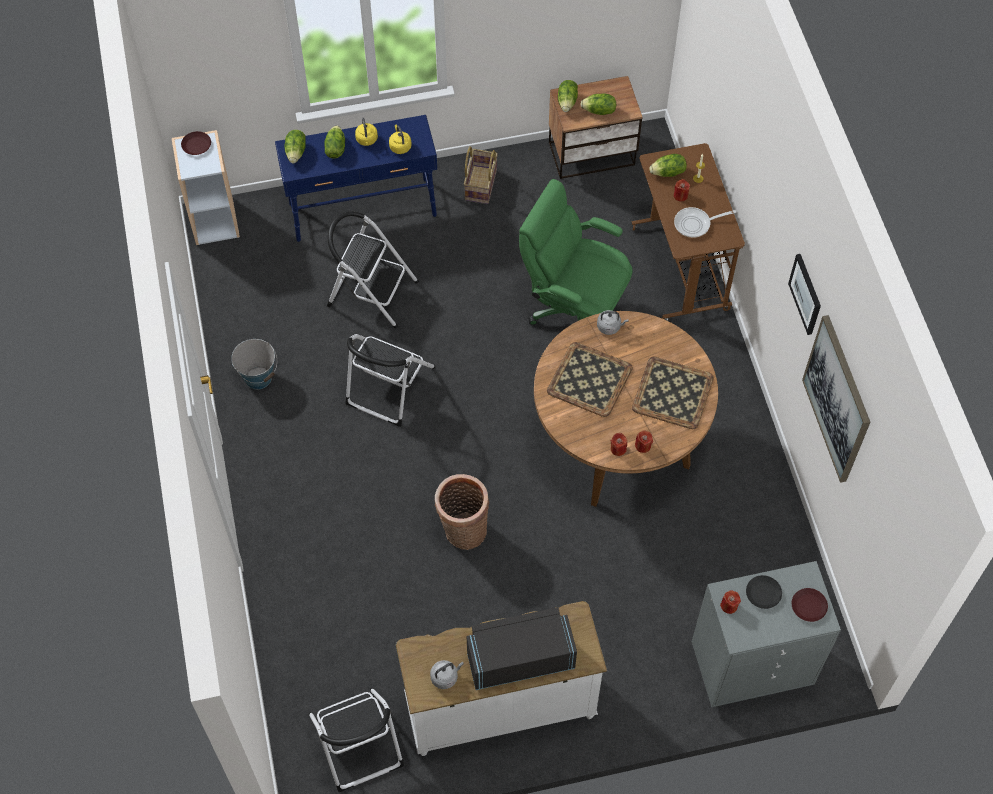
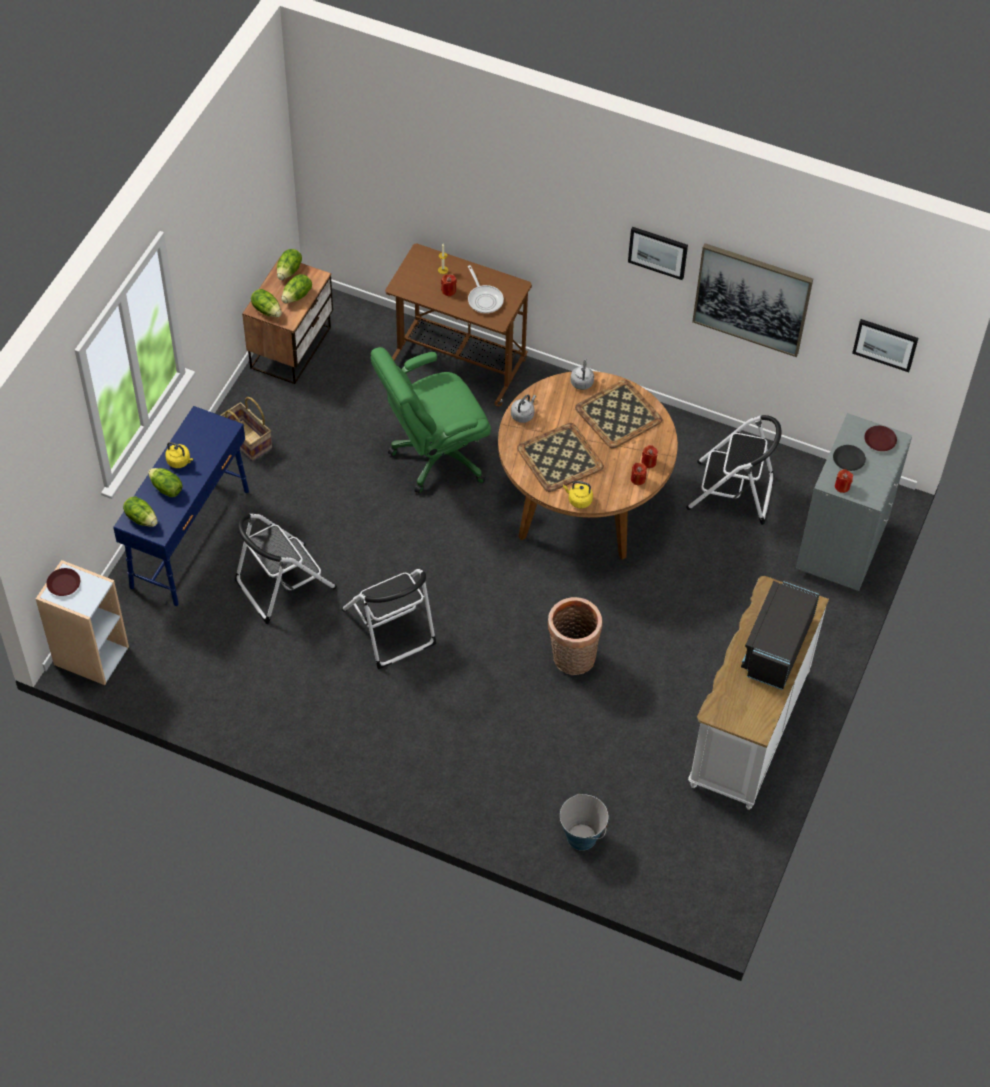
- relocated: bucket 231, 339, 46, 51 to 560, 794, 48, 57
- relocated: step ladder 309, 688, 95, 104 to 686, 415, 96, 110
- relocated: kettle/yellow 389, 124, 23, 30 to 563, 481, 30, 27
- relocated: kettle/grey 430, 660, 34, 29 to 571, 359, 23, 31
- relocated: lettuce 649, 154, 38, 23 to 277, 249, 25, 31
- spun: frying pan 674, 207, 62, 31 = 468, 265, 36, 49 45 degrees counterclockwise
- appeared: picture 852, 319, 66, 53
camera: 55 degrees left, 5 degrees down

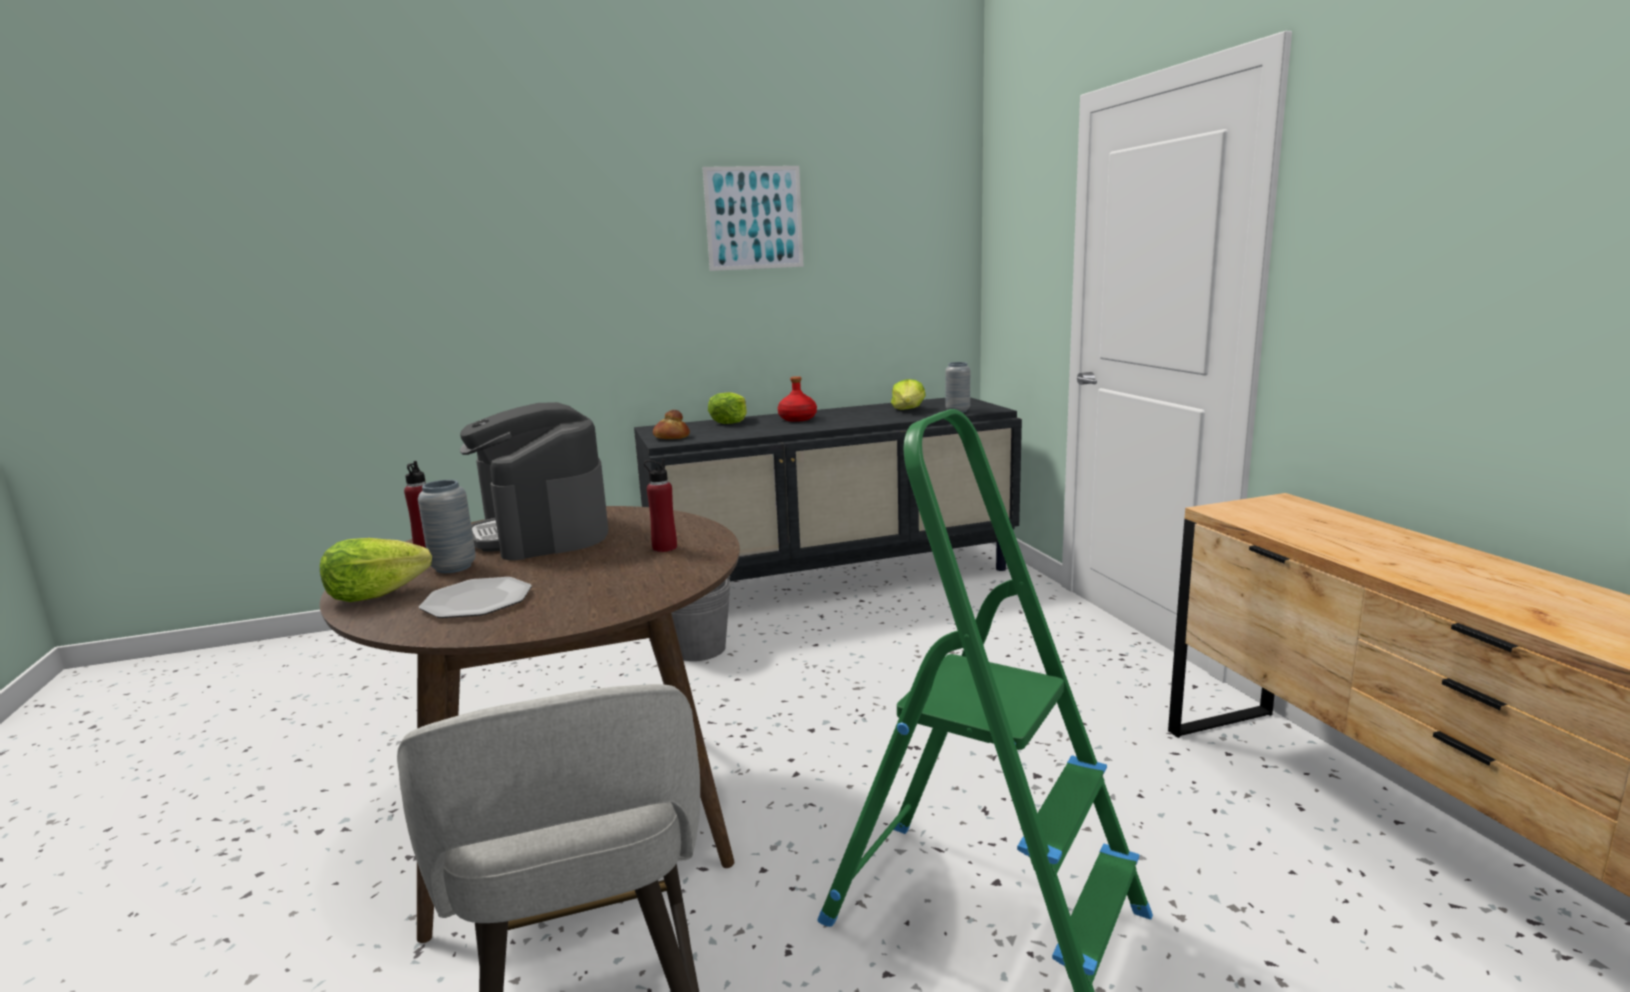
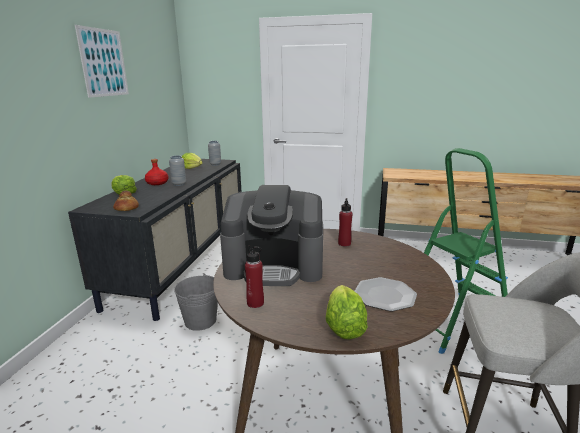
- relocated: vase/grey 418, 480, 58, 93 to 169, 155, 17, 31
camera: 60 degrees left, 5 degrees up

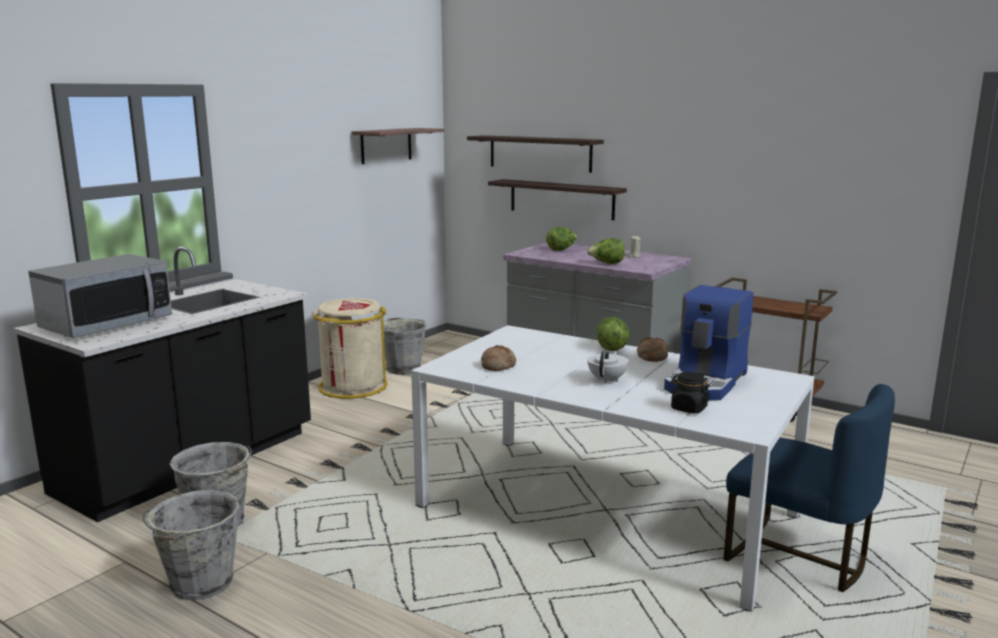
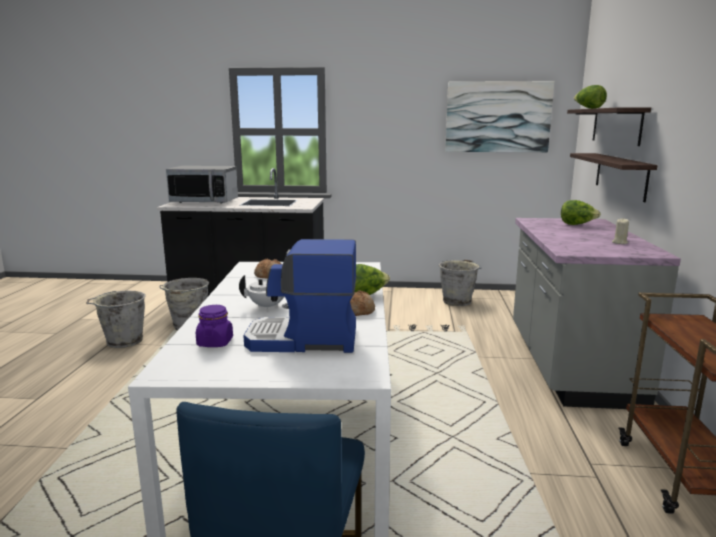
- missing: trash can/beige 312, 298, 76, 101
- exchanged: shelf 352, 128, 93, 36 to picture 445, 81, 110, 71
- relocated: lettuce 586, 238, 39, 26 to 574, 85, 33, 24
- colour: jar/black 670, 371, 40, 43 to jar/purple 196, 305, 37, 42
camera: 60 degrees right, 0 degrees up

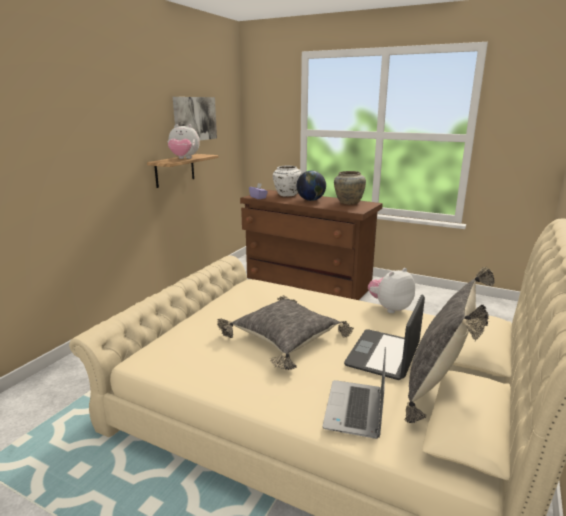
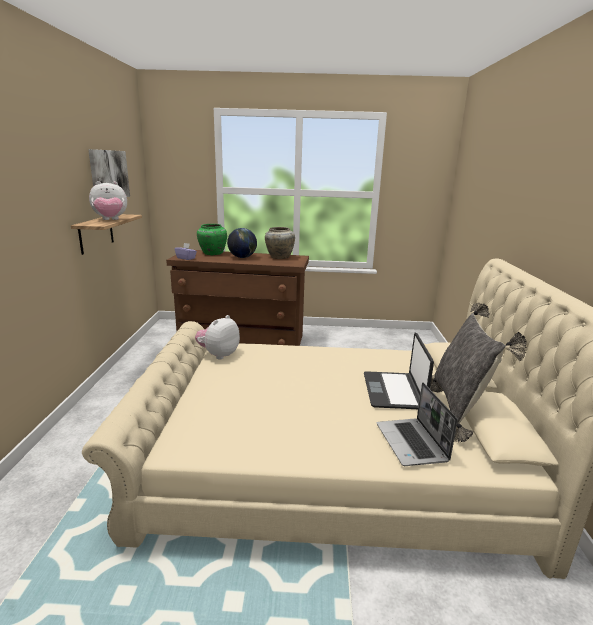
- missing: pillow 217, 296, 137, 74
- colour: vase/white 273, 166, 29, 31 to vase/green 197, 224, 30, 31
- relocated: plush toy 368, 268, 47, 45 to 195, 315, 45, 45
camera: 25 degrees left, 0 degrees up

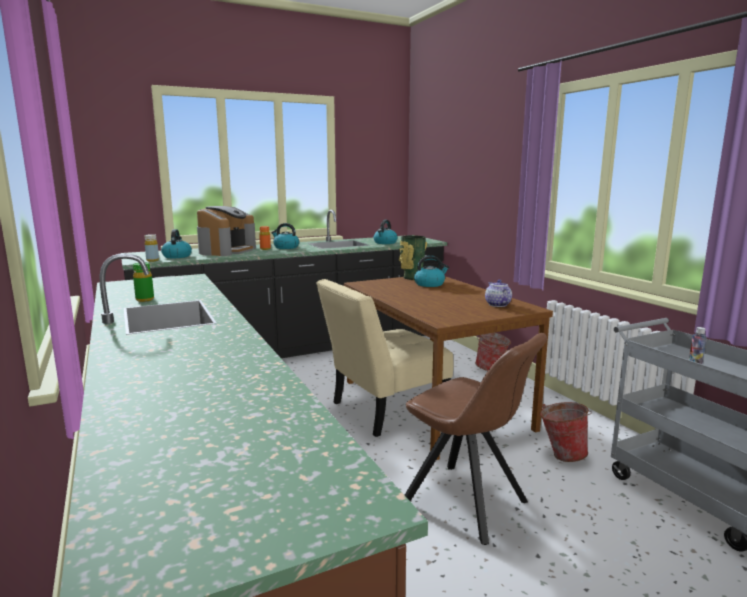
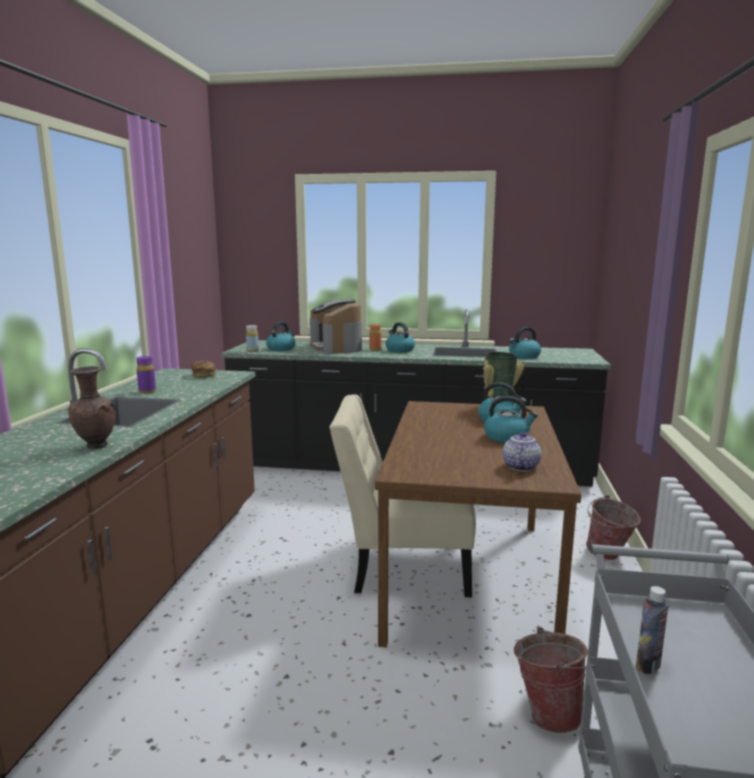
- colour: bottle/green 133, 262, 21, 40 to bottle/purple 136, 356, 20, 37
- spun: coffee machine 197, 206, 59, 50 = 310, 299, 52, 55 105 degrees clockwise
- missing: chair/brown 405, 333, 142, 212
- appeared: vase/brown 68, 366, 47, 83
- appeared: bread 191, 360, 25, 18
- appeared: kettle 484, 396, 54, 47
camera: 35 degrees right, 0 degrees up

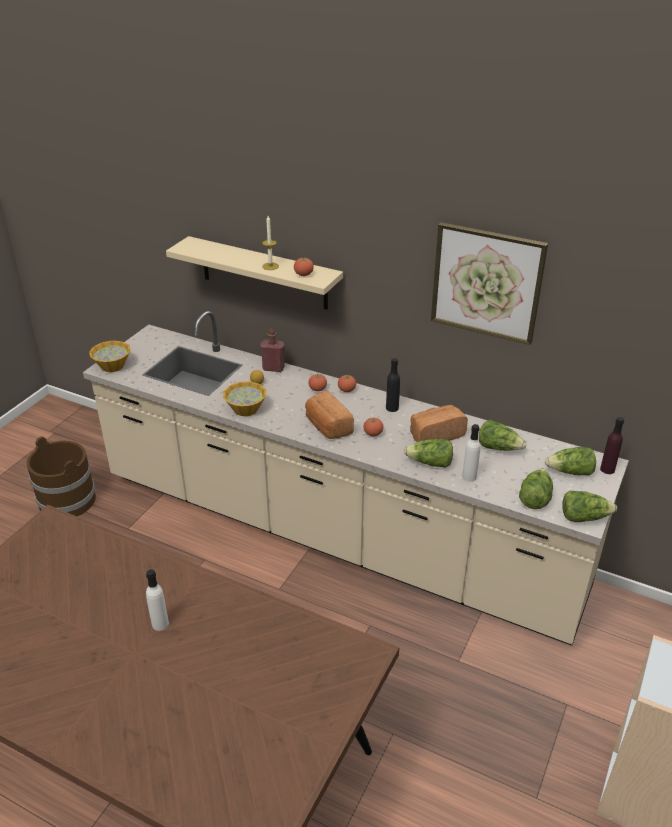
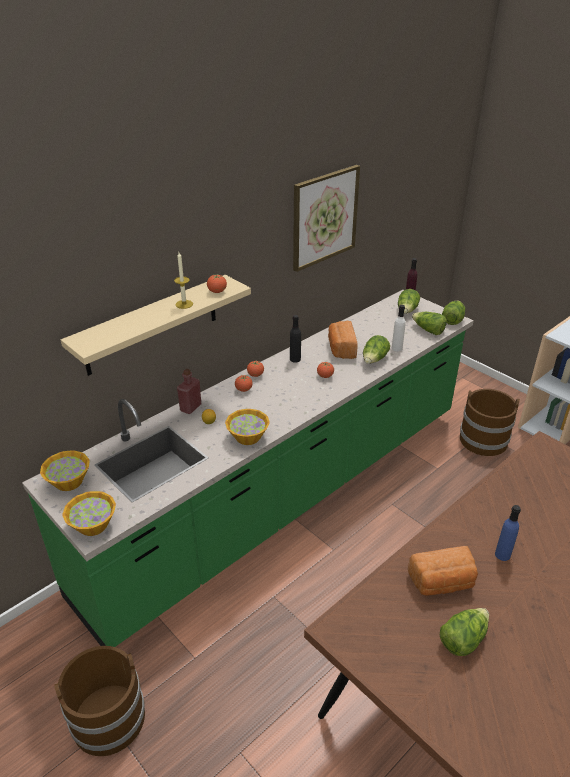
- colour: counter/beige 83, 311, 546, 335 to counter/green 22, 290, 452, 357
- colour: bottle/white 146, 569, 23, 62 to bottle/blue 495, 505, 26, 56
- relocated: bread 305, 391, 49, 48 to 408, 546, 70, 50
- relocated: lettuce 479, 420, 47, 31 to 440, 608, 49, 48
- appeared: bowl 40, 450, 50, 41
- appeared: bucket/brown 460, 389, 60, 67
camera: 70 degrees left, 0 degrees up

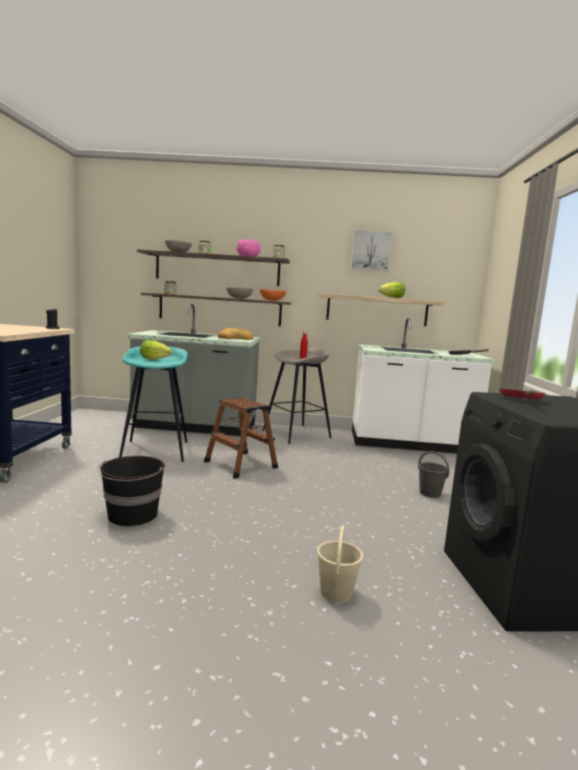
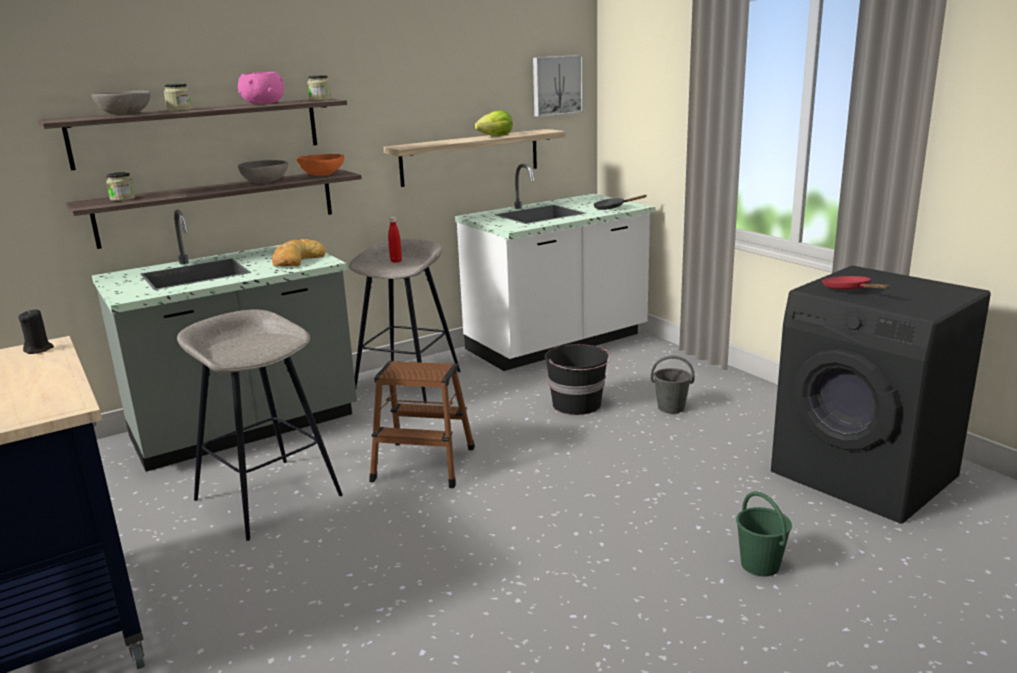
- relocated: bucket/black 97, 456, 68, 70 to 545, 344, 66, 71
- colour: stool/turquoise 119, 346, 69, 116 to stool/grey 177, 310, 166, 231
- missing: lettuce 140, 340, 32, 20
- colour: bucket/beige 317, 525, 46, 78 to bucket/green 736, 491, 56, 85
- relocated: picture 351, 230, 41, 41 to 533, 55, 50, 62
camera: 35 degrees left, 10 degrees up

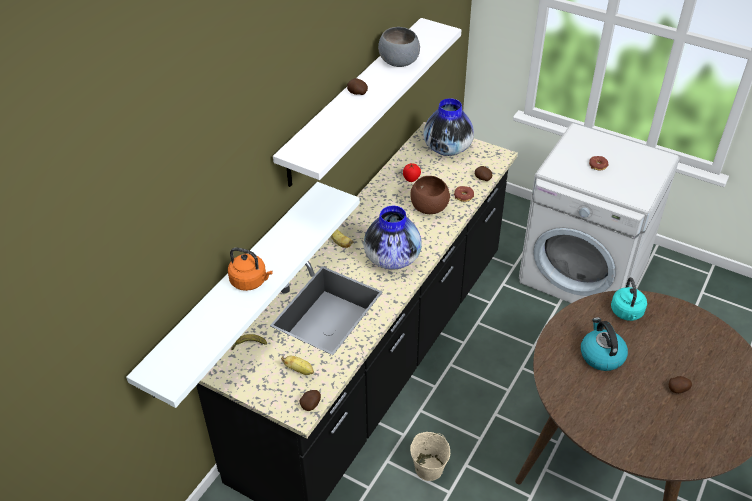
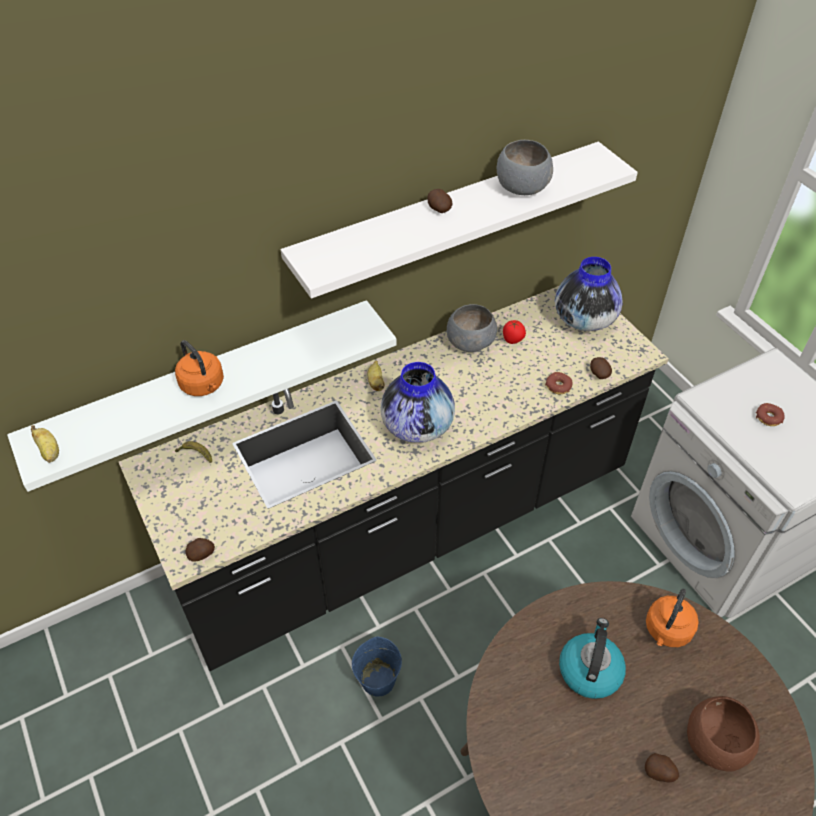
- relocated: banana 281, 356, 33, 19 to 31, 425, 28, 38
- relocated: bowl/brown 410, 176, 40, 38 to 687, 696, 73, 76
- colour: bucket/beige 410, 432, 40, 49 to bucket/blue 352, 636, 50, 60
- colour: kettle/turquoise 611, 277, 36, 44 to kettle/orange 646, 589, 53, 58
- appeared: bowl/grey 447, 304, 50, 48
camera: 30 degrees right, 5 degrees up

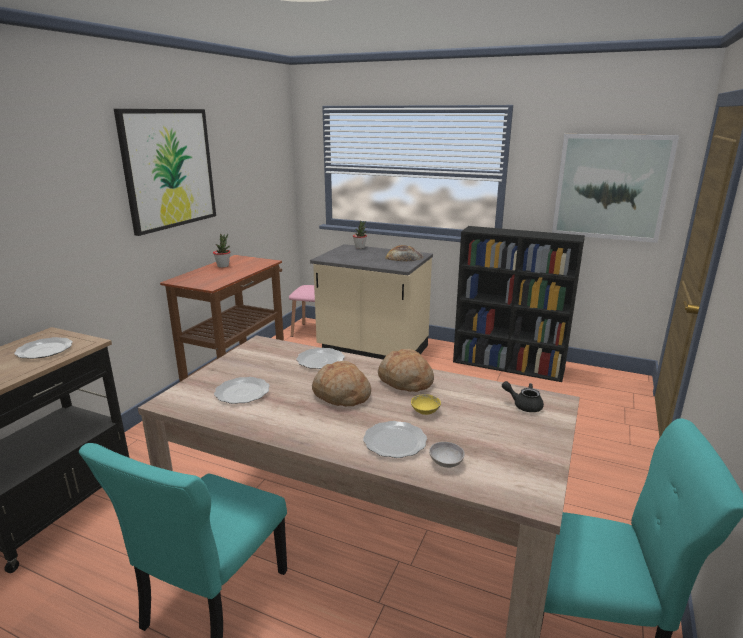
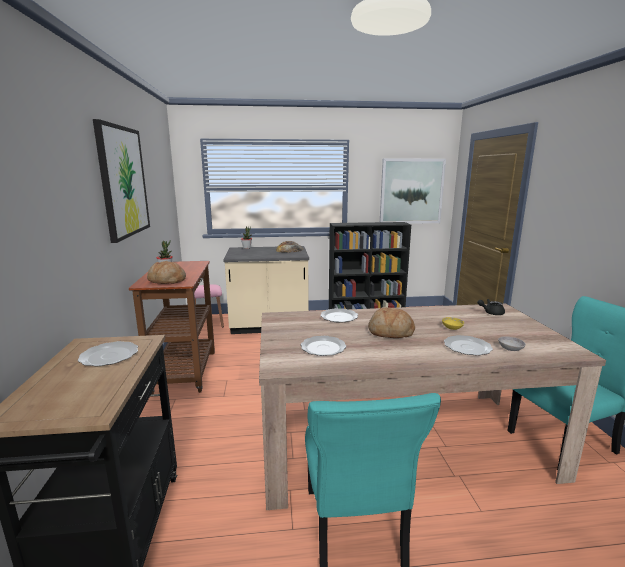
- relocated: bread 378, 349, 56, 43 to 147, 261, 39, 23
camera: 30 degrees left, 5 degrees down

